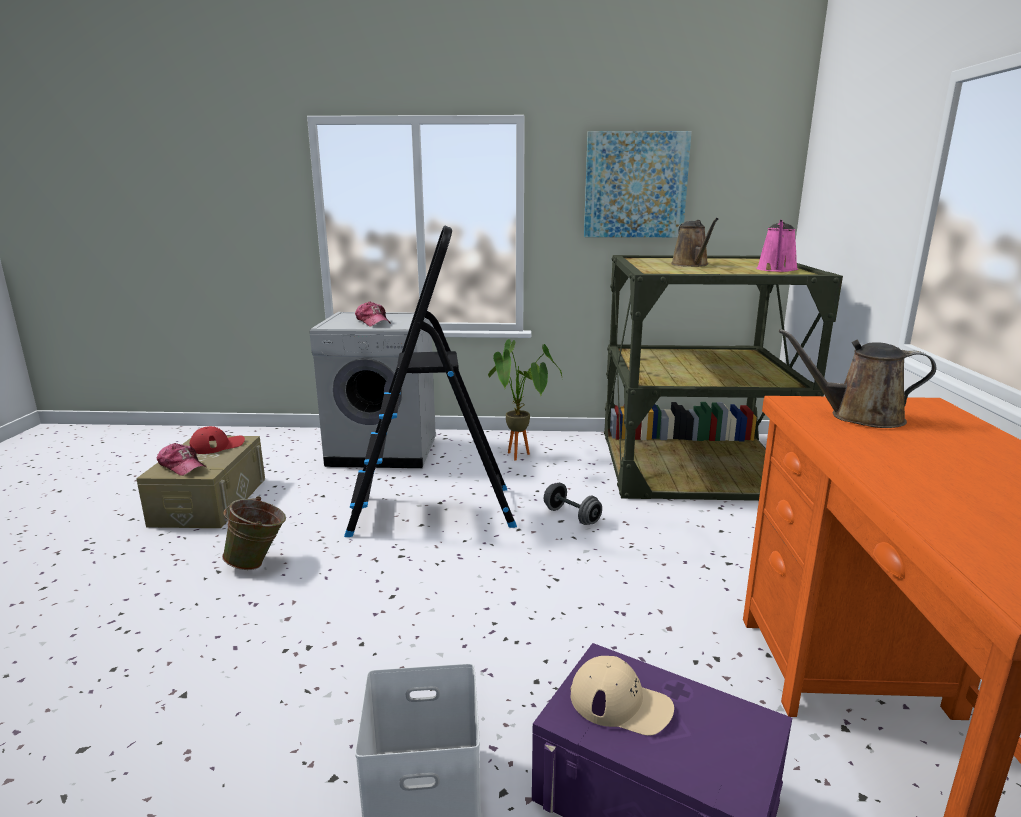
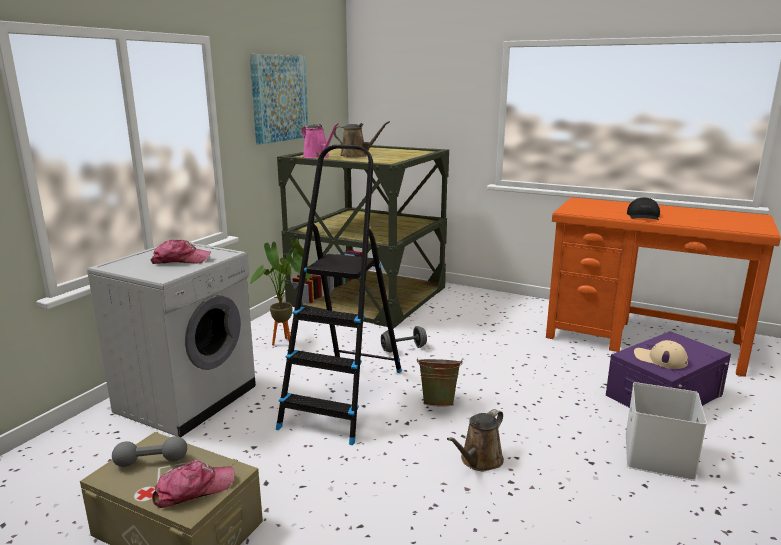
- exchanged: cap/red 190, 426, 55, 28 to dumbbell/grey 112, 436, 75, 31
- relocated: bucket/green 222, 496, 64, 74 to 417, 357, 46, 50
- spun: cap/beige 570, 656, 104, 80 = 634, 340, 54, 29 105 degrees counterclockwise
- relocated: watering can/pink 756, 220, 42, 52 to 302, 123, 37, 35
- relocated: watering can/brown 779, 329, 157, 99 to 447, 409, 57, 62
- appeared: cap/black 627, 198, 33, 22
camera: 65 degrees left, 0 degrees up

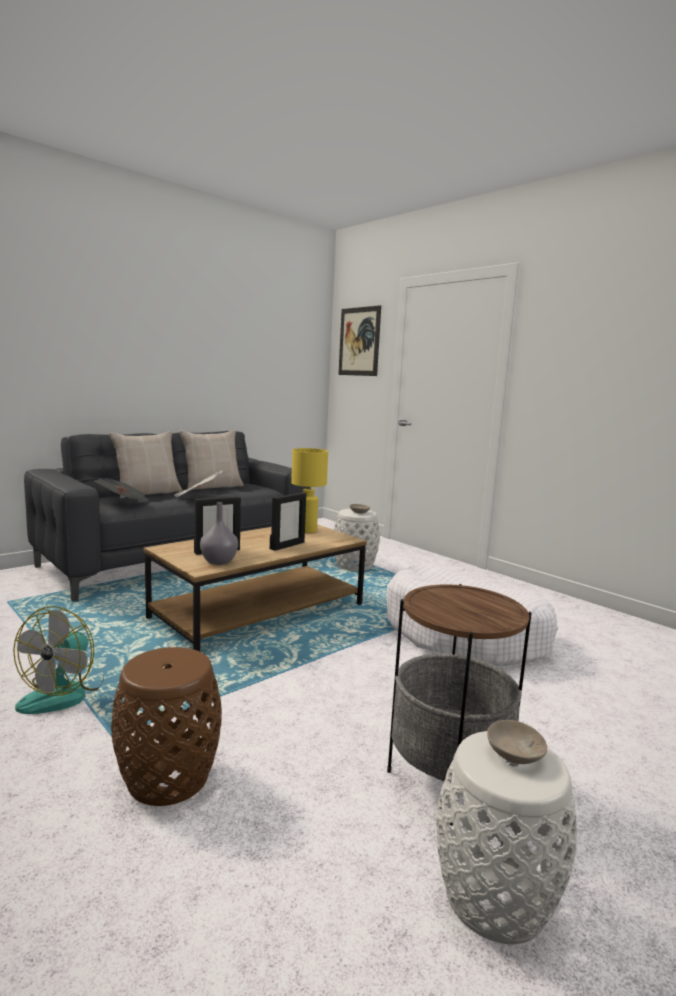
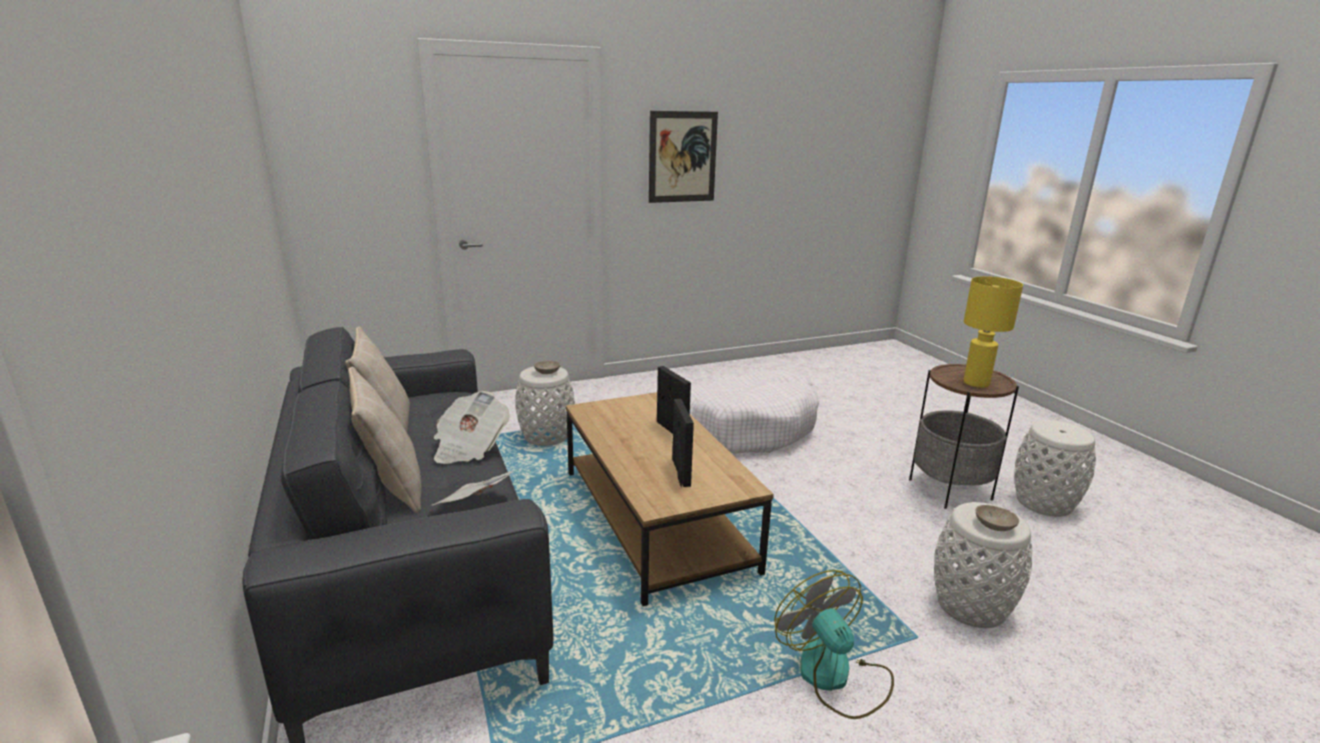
- spun: fan 13, 606, 91, 108 = 774, 570, 120, 149 150 degrees counterclockwise
- colour: stool/brown 111, 647, 111, 159 to stool/white 934, 502, 98, 126
- missing: vase/grey 200, 502, 38, 63
- relocated: table lamp/yellow 291, 448, 37, 85 to 963, 276, 60, 112
- relocated: picture 338, 305, 43, 71 to 649, 111, 69, 92
- relocated: bowl/beige 487, 720, 60, 44 to 976, 505, 43, 26
camera: 70 degrees left, 10 degrees up

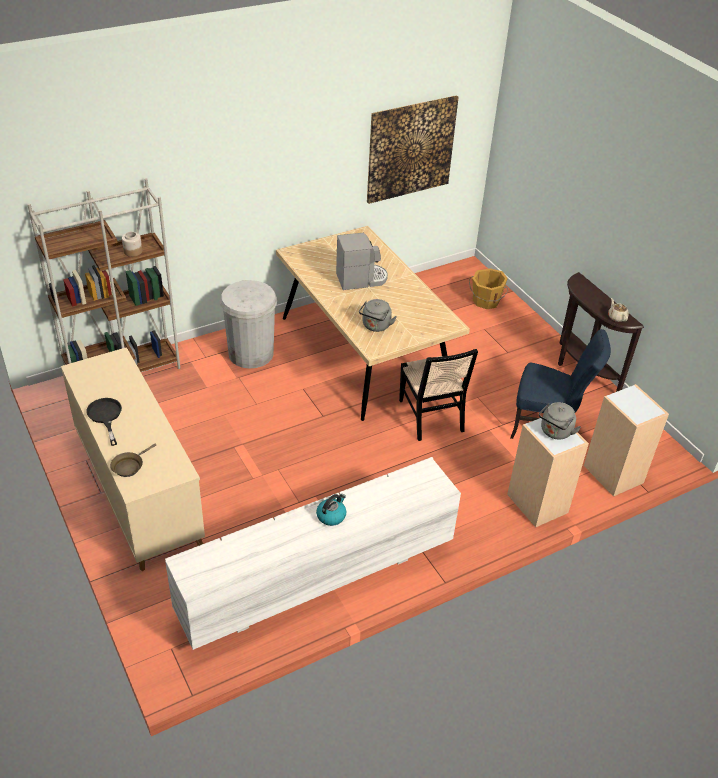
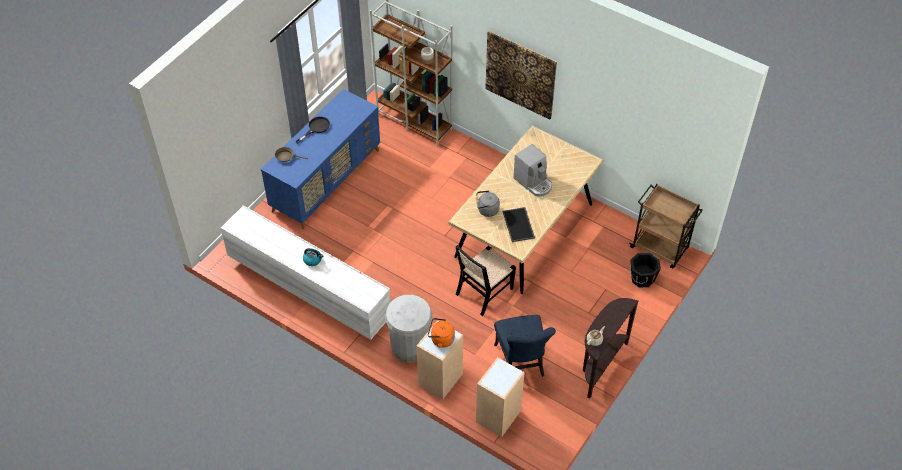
- colour: dresser/beige 61, 347, 144, 224 to dresser/blue 260, 89, 120, 140
- relocated: trash can/white 220, 280, 57, 89 to 385, 295, 47, 68
- relocated: picture 367, 95, 92, 109 to 485, 31, 72, 89
- colour: bucket/orange 469, 268, 39, 41 to bucket/black 630, 253, 31, 35
- colour: kettle/grey 539, 402, 42, 38 to kettle/orange 428, 318, 27, 30
- appeared: tray 503, 207, 32, 35
- appeared: cart/brown 629, 184, 74, 84
camera: 65 degrees right, 10 degrees up

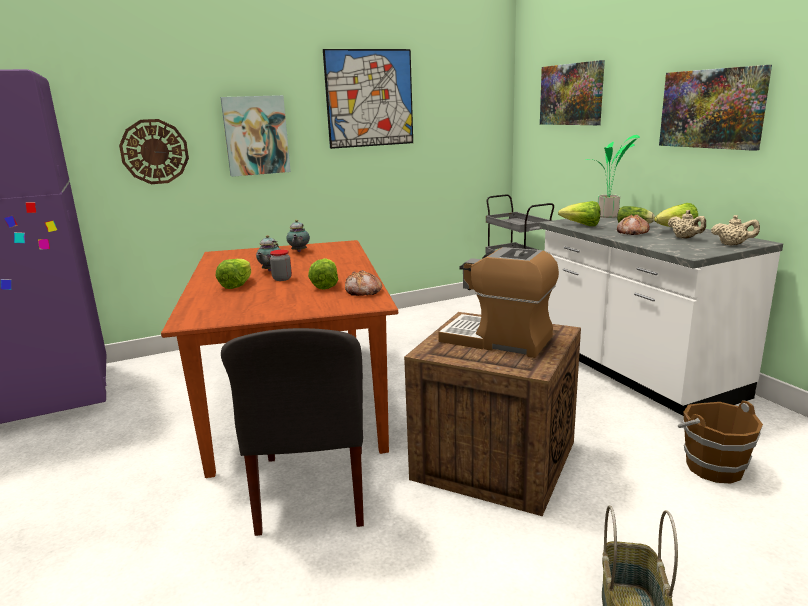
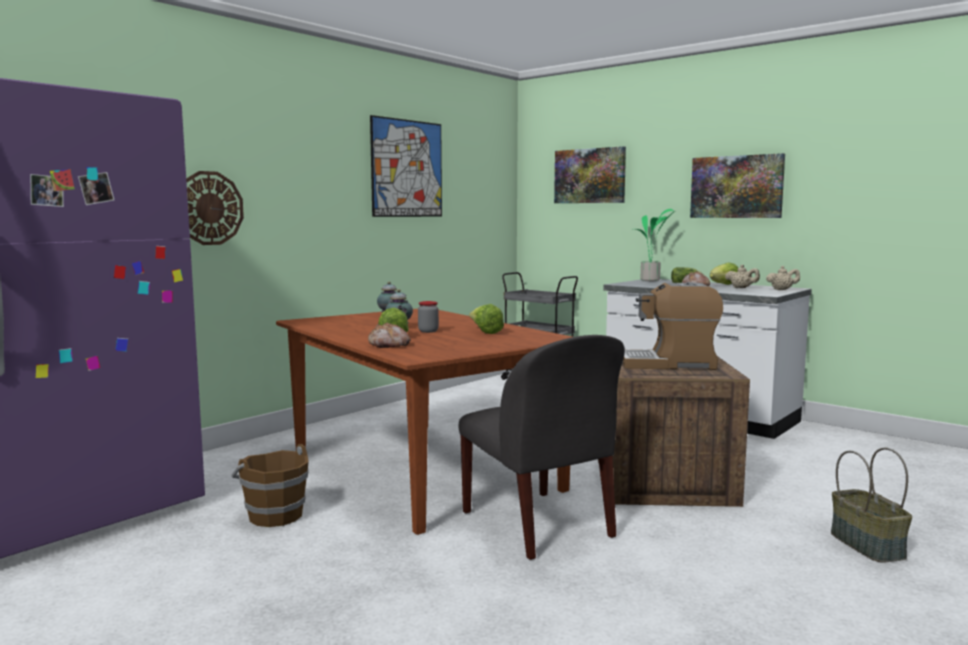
- missing: picture 221, 95, 70, 82
- relocated: bread 345, 270, 37, 26 to 368, 323, 43, 25
- missing: lettuce 558, 201, 43, 25
- relocated: bucket/brown 678, 400, 85, 83 to 231, 444, 78, 83
camera: 25 degrees left, 10 degrees down

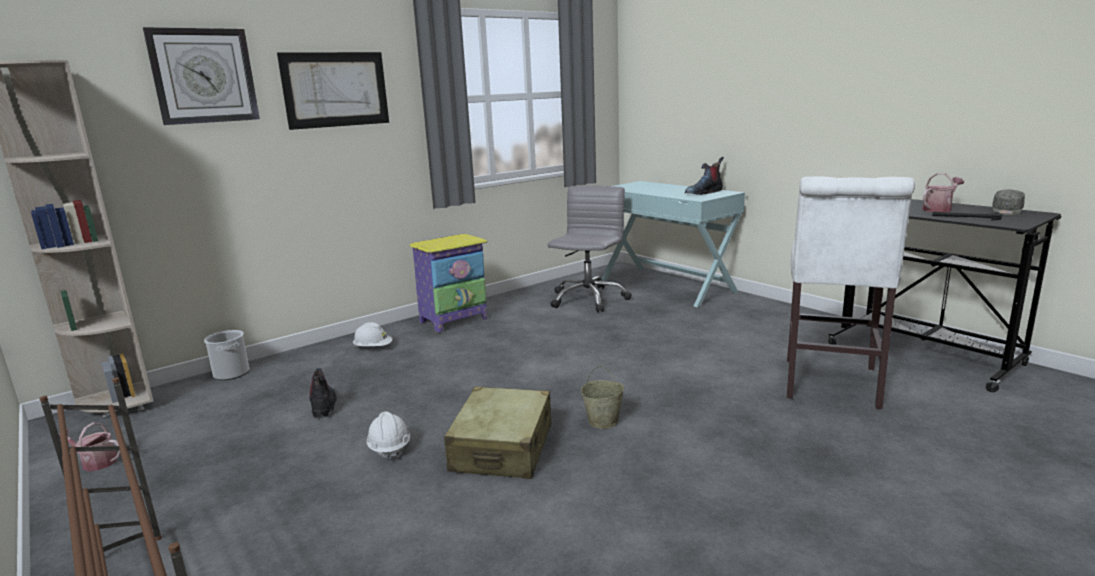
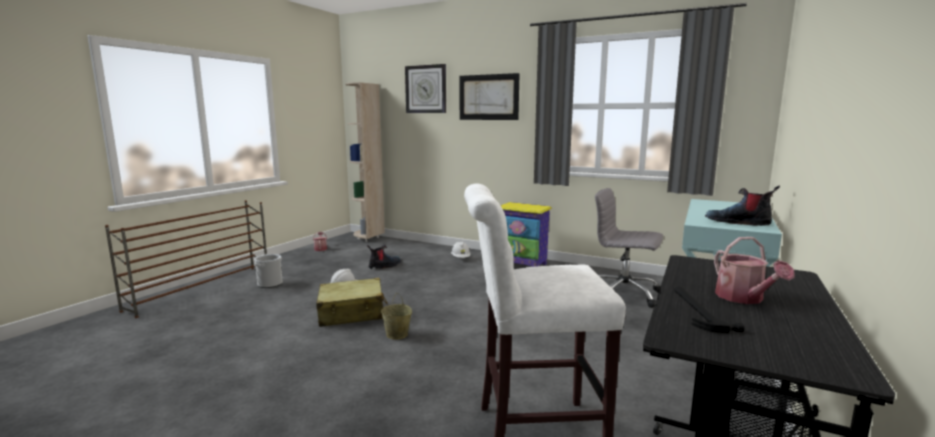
- relocated: bucket 204, 330, 45, 50 to 254, 254, 29, 34
- spun: office chair/grey 547, 185, 85, 127 = 595, 188, 68, 120 150 degrees counterclockwise
- spun: watering can 922, 173, 42, 39 = 714, 237, 81, 67 45 degrees clockwise
- missing: cap/grey 992, 190, 33, 25
camera: 65 degrees right, 5 degrees down

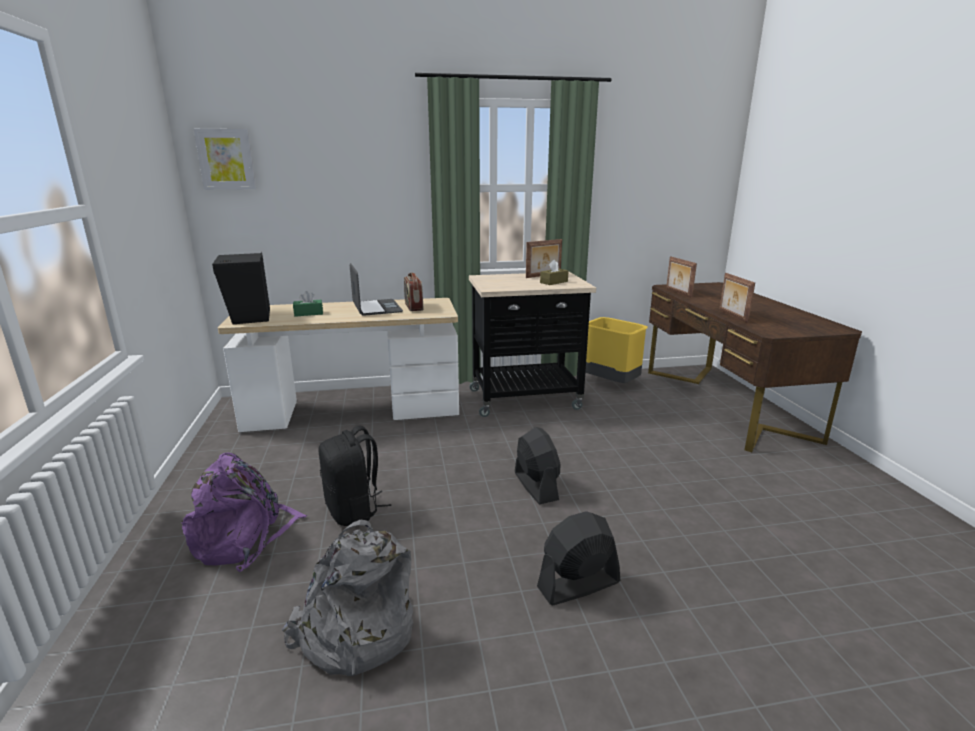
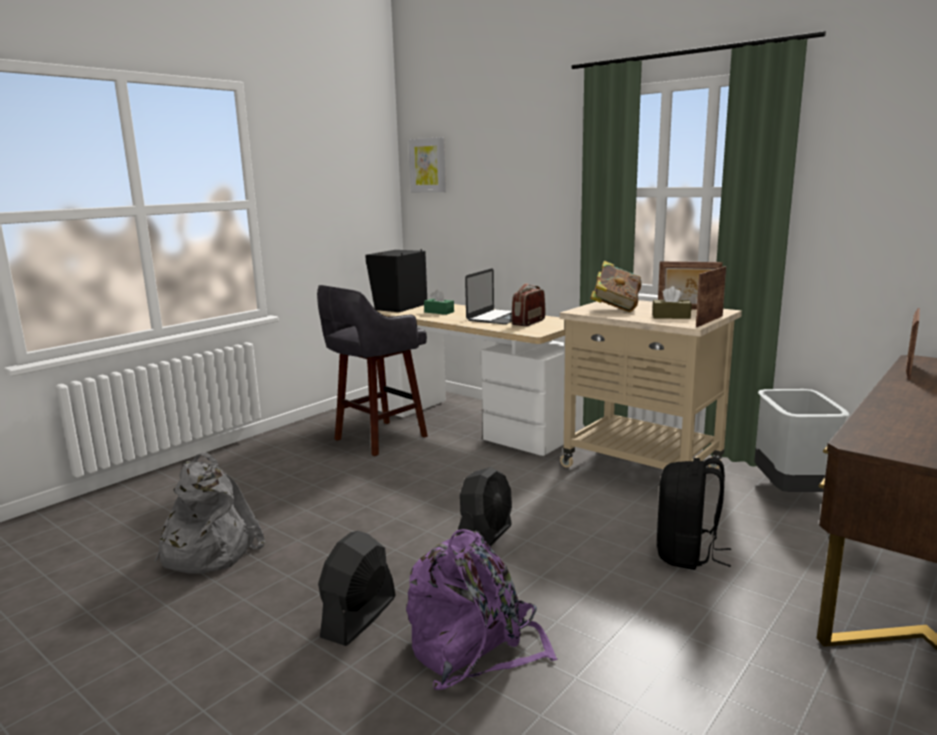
- relocated: backpack/purple 181, 452, 126, 120 to 406, 529, 152, 161
- relocated: backpack/black 319, 426, 72, 100 to 657, 458, 74, 112
- colour: cart/black 469, 272, 127, 145 to cart/beige 560, 300, 182, 169
- spun: fan/black 537, 511, 83, 94 = 318, 531, 78, 115 90 degrees counterclockwise
- colour: trash can/yellow 585, 317, 63, 66 to trash can/grey 754, 389, 95, 103
- relocated: picture frame 719, 273, 36, 50 to 696, 266, 30, 61
- appeared: stool/grey 317, 285, 111, 171
- appeared: book 590, 261, 52, 51
camera: 50 degrees right, 5 degrees down

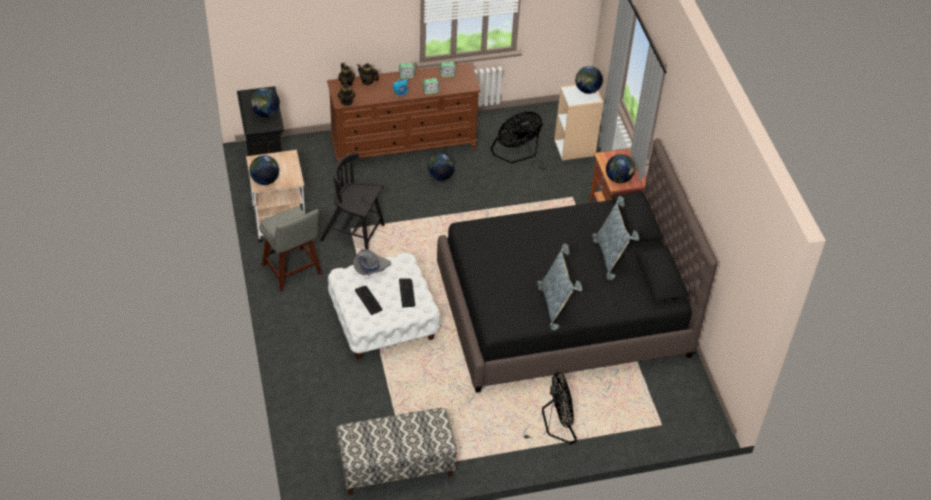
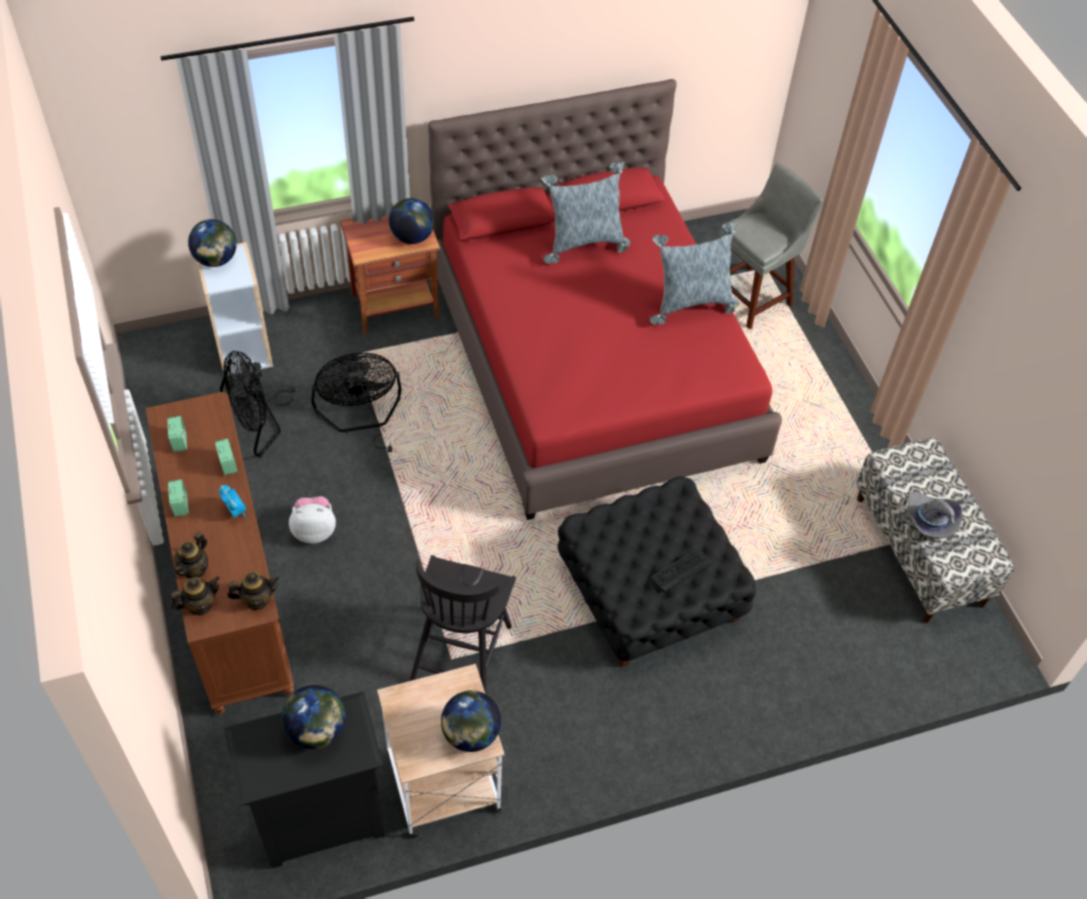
- relocated: chair/grey 259, 206, 63, 85 to 718, 163, 105, 167
- colour: ottoman/white 328, 253, 112, 106 to ottoman/black 558, 476, 198, 191
- relocated: hat/grey 353, 249, 38, 26 to 907, 492, 56, 47
- missing: keyboard 399, 278, 16, 29
- exchanged: globe 428, 154, 27, 27 to plush toy 289, 496, 47, 48
- colour: bed/black 437, 138, 281, 255 to bed/red 428, 79, 354, 441
- relocated: fan/black 524, 371, 53, 74 to 311, 353, 90, 99
camera: 95 degrees left, 5 degrees up

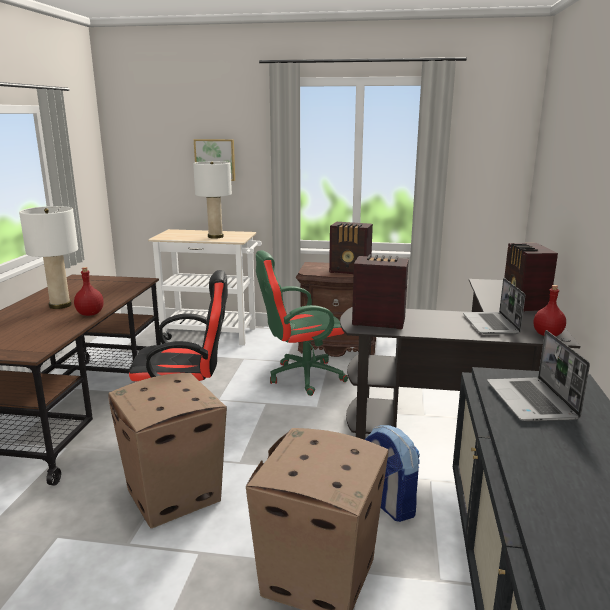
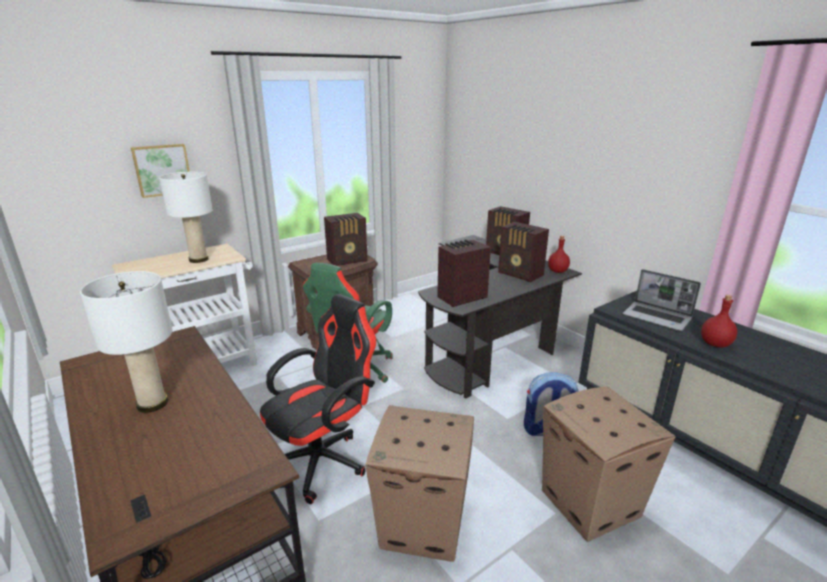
- relocated: bottle/red 74, 267, 30, 49 to 701, 295, 36, 53
- exchanged: laptop 463, 278, 62, 56 to radio 498, 222, 51, 60
camera: 45 degrees left, 5 degrees up

